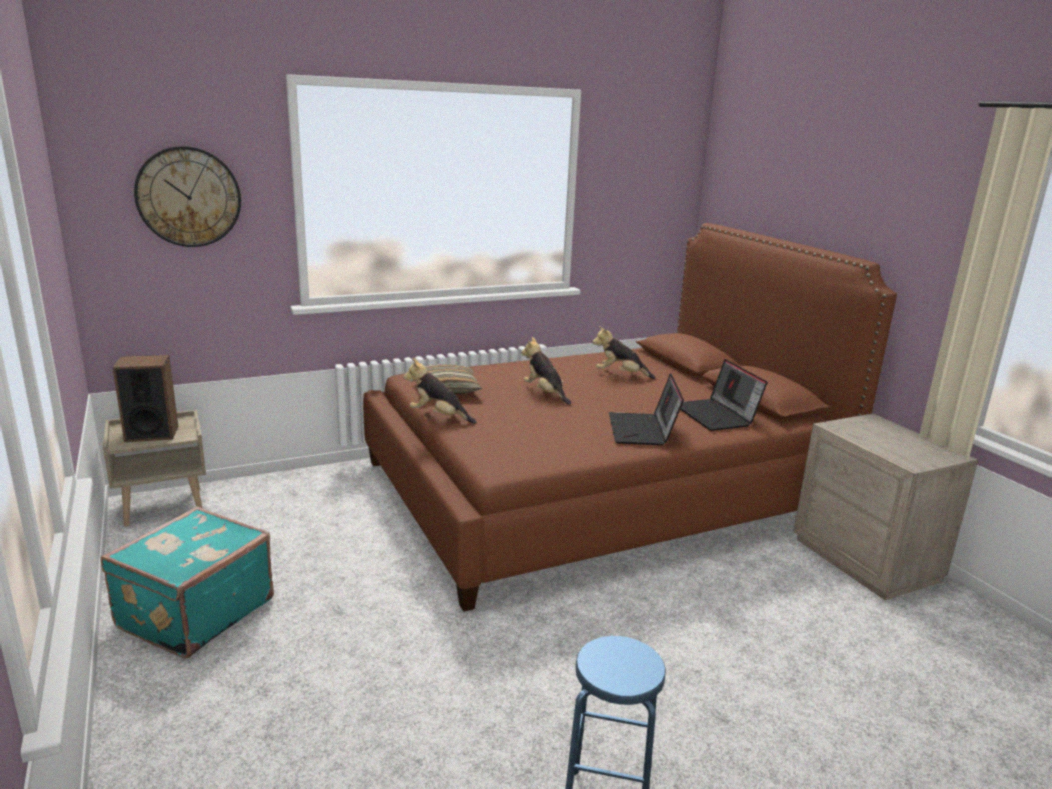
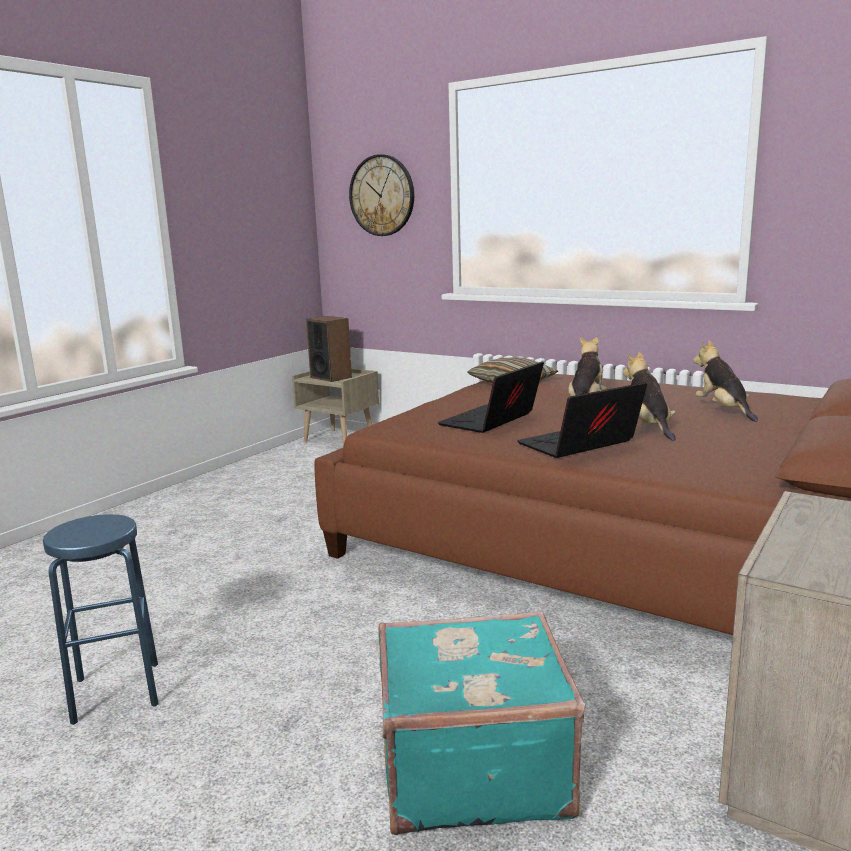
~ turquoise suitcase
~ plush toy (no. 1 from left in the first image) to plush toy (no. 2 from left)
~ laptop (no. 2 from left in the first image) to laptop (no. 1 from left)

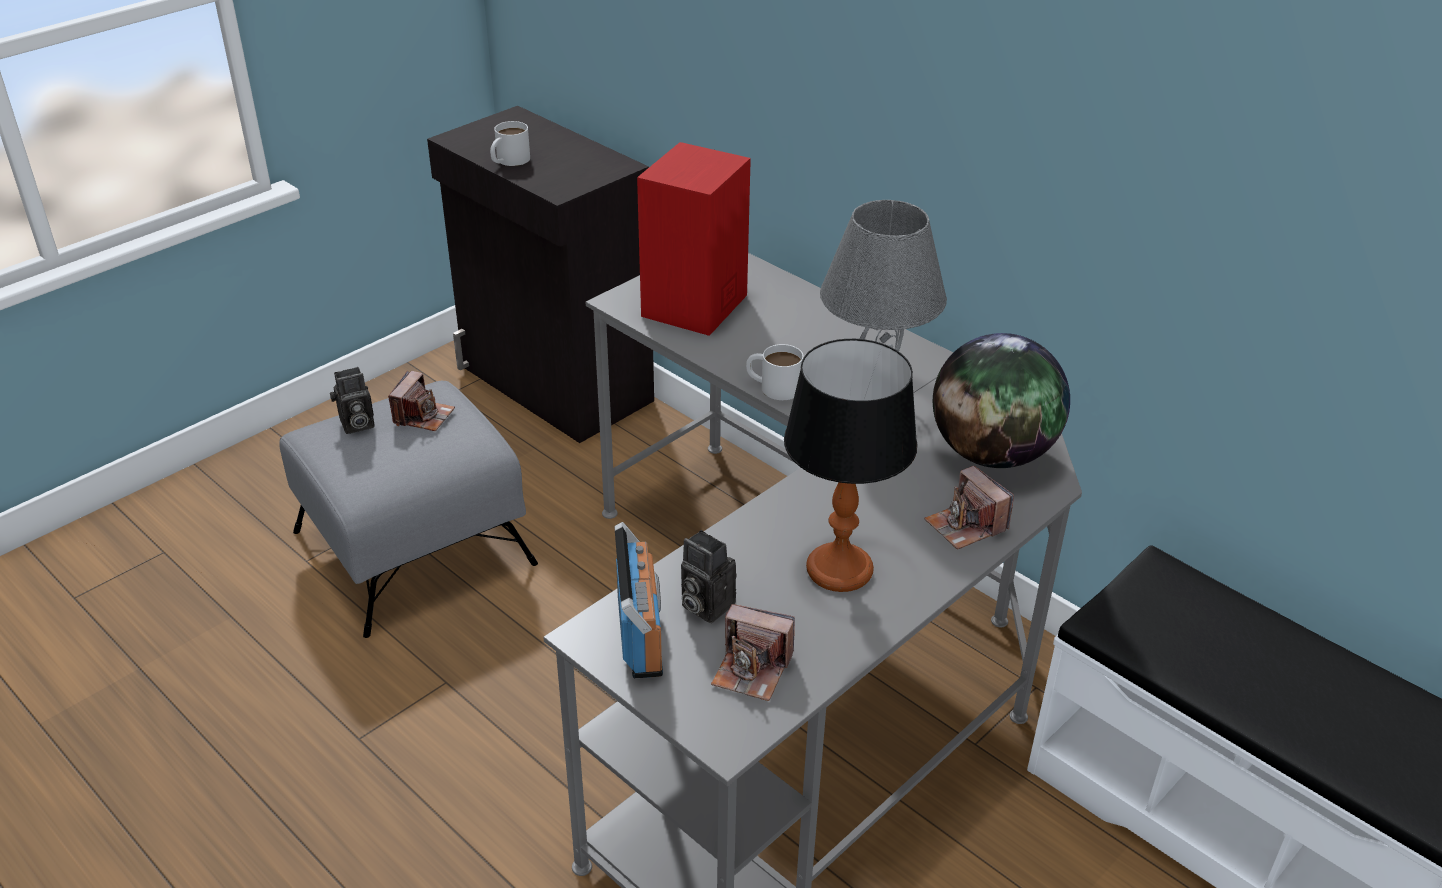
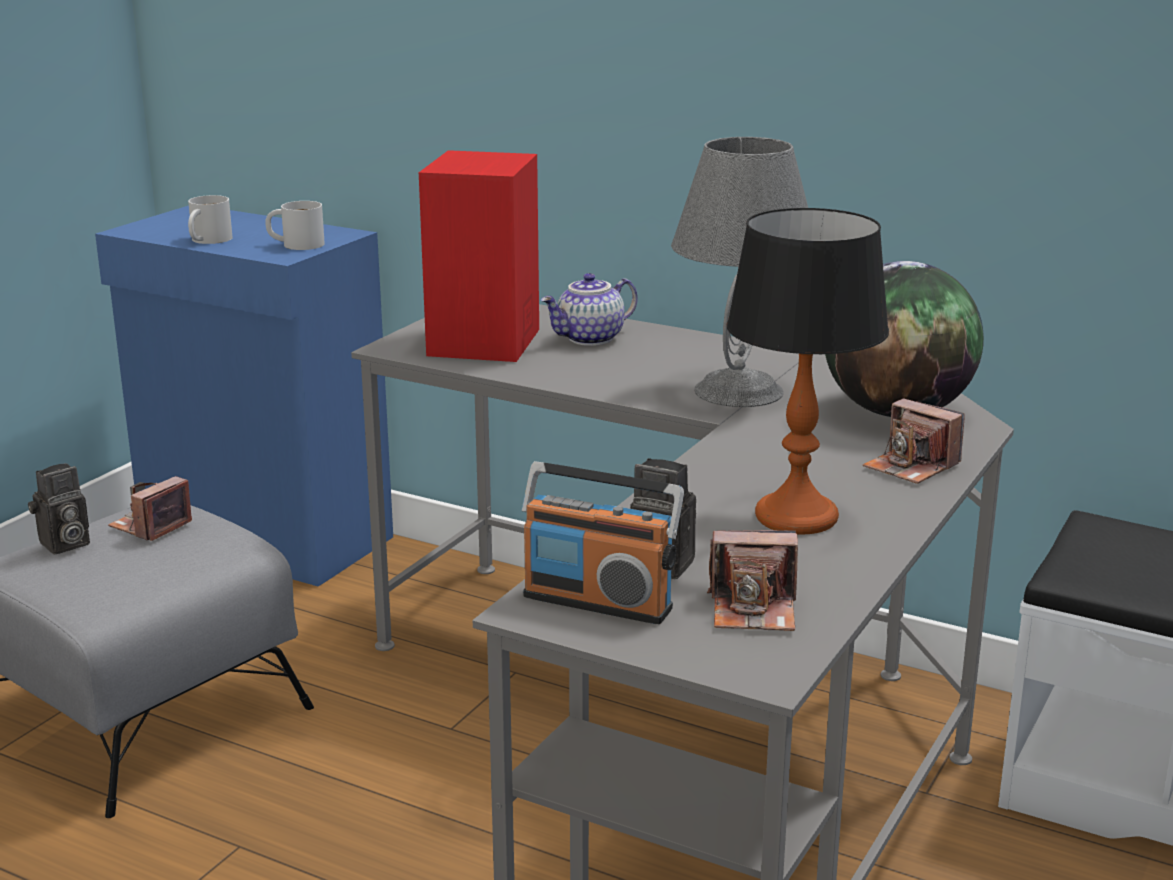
+ teapot
~ white mug (no. 2 from left)
~ black cabinet to blue cabinet
~ photo camera (no. 2 from left) 150 degrees counterclockwise
~ radio 135 degrees clockwise

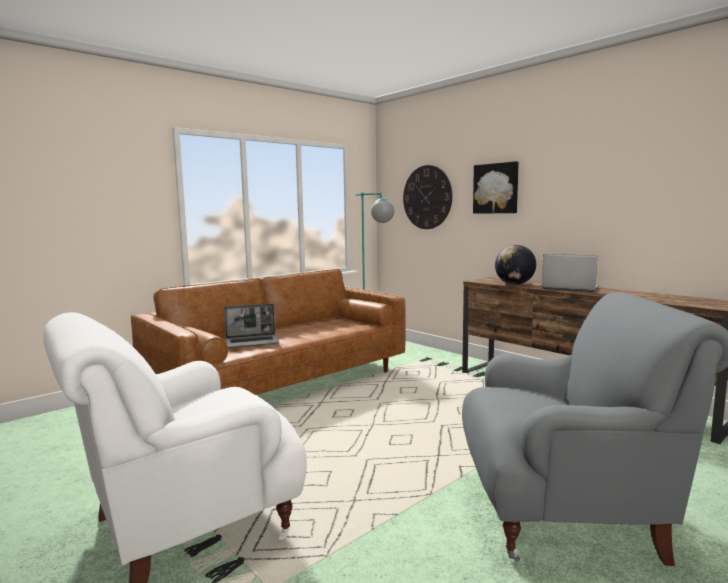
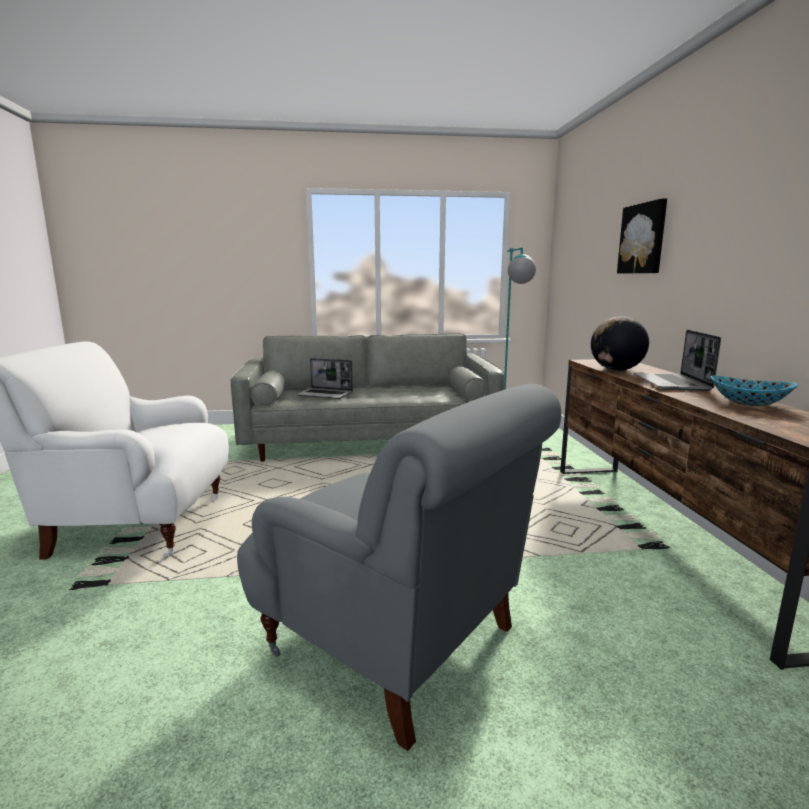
- wall clock
+ bowl
~ brown sofa to grey sofa
~ laptop (no. 2 from left) 150 degrees counterclockwise

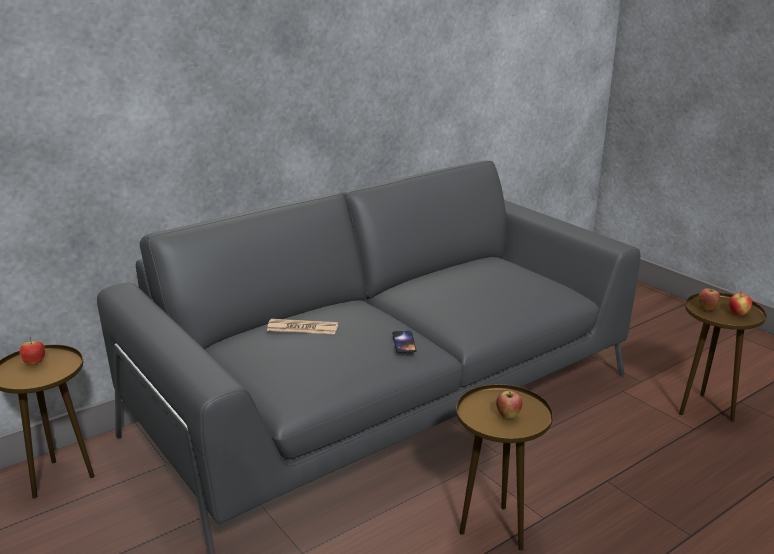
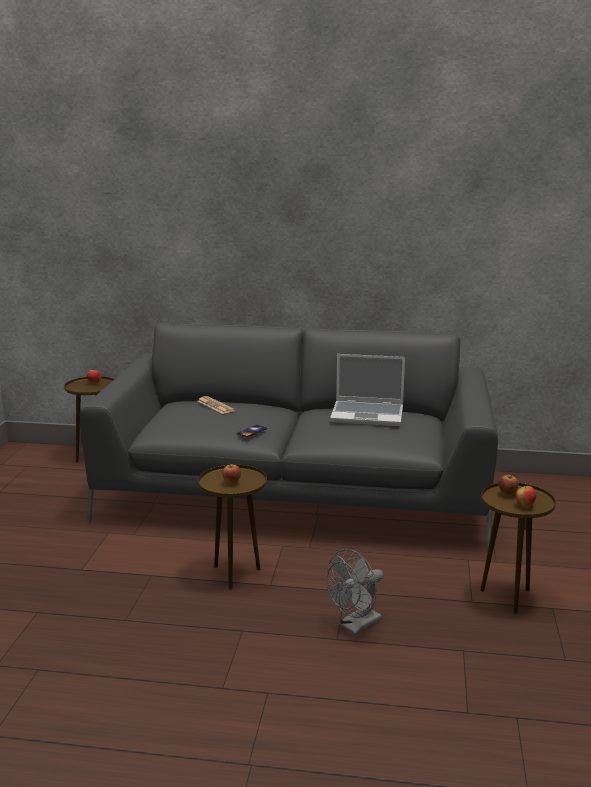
+ grey fan
+ laptop

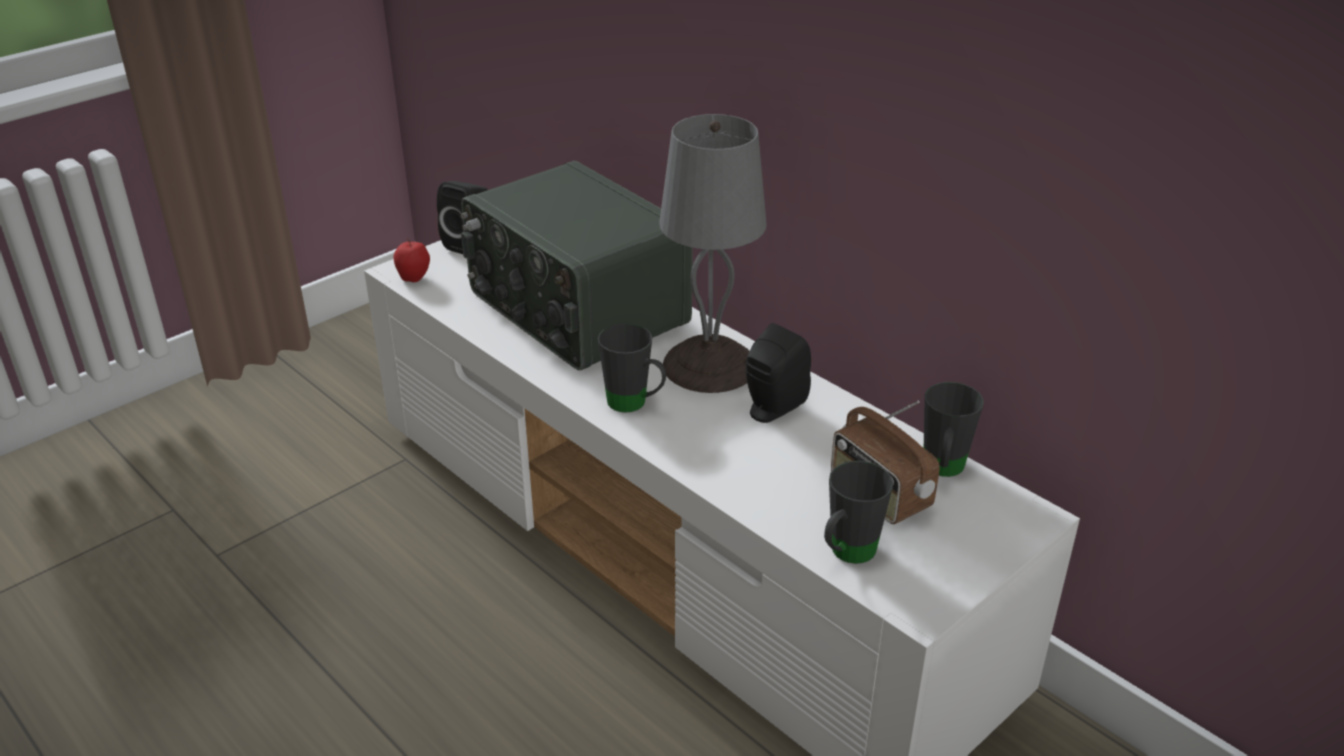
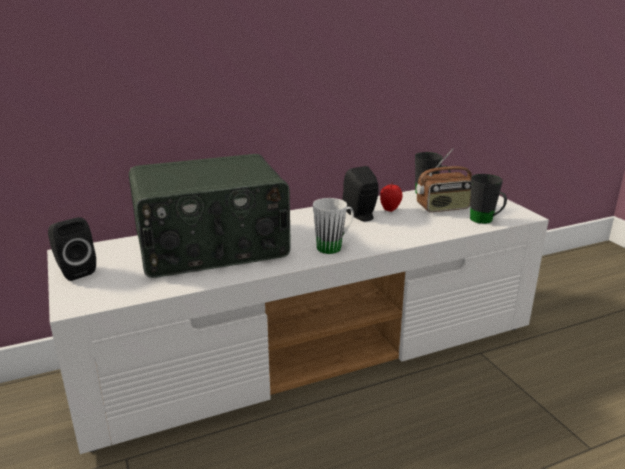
- grey table lamp
~ apple
~ black mug (no. 1 from left) to white mug

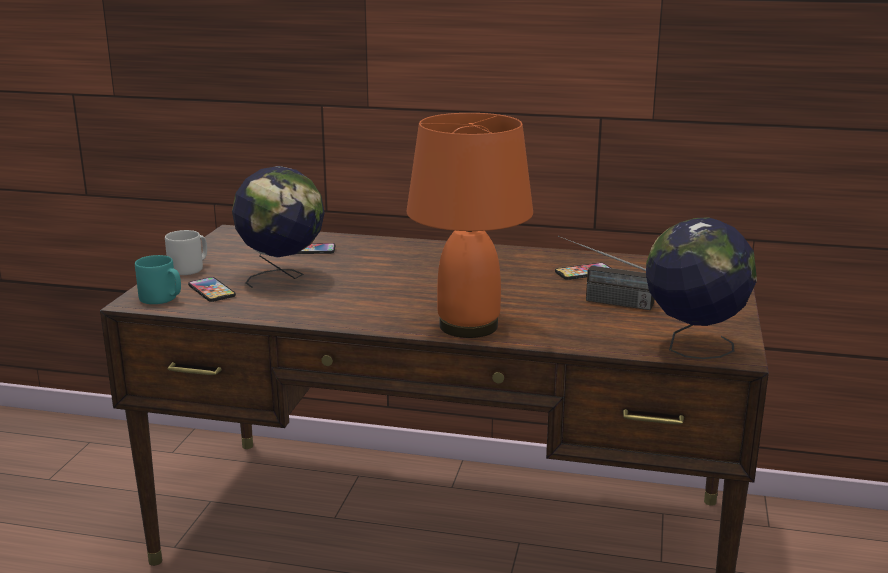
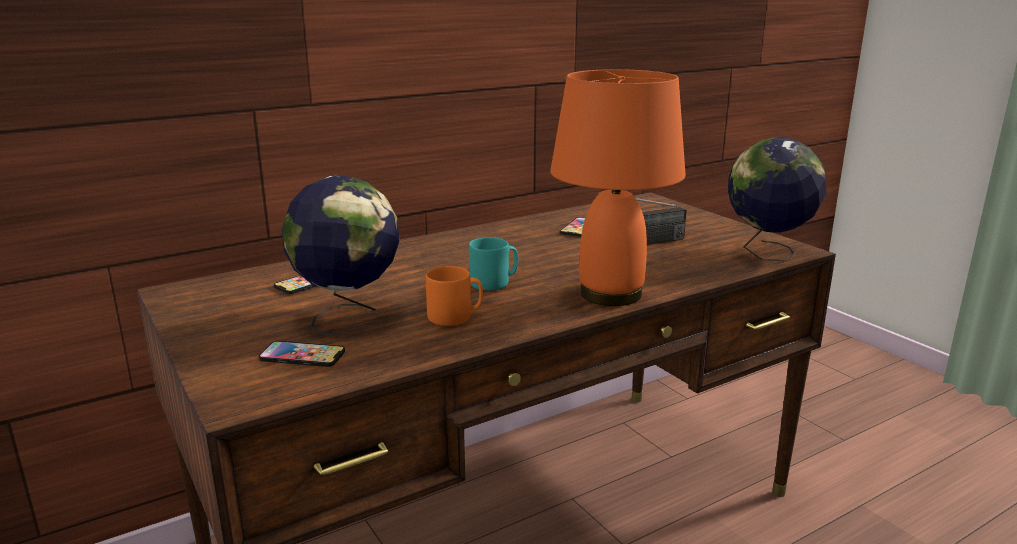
- grey mug
+ orange mug
~ turquoise mug

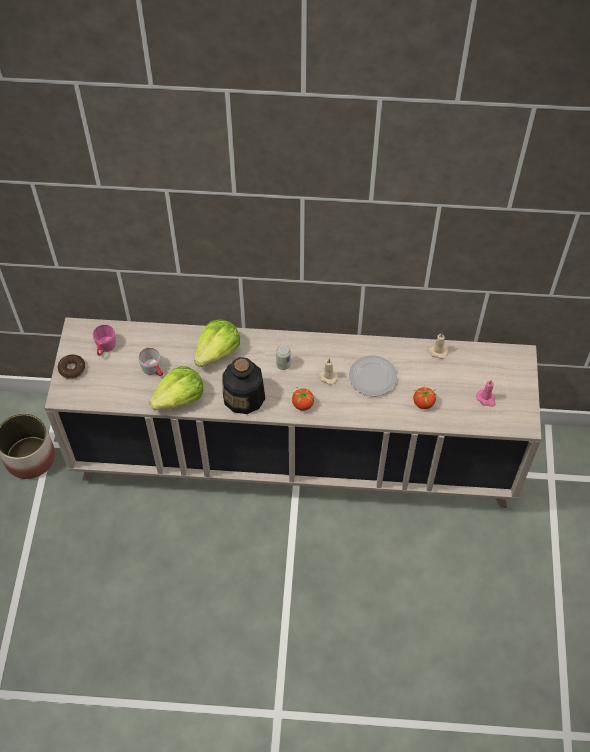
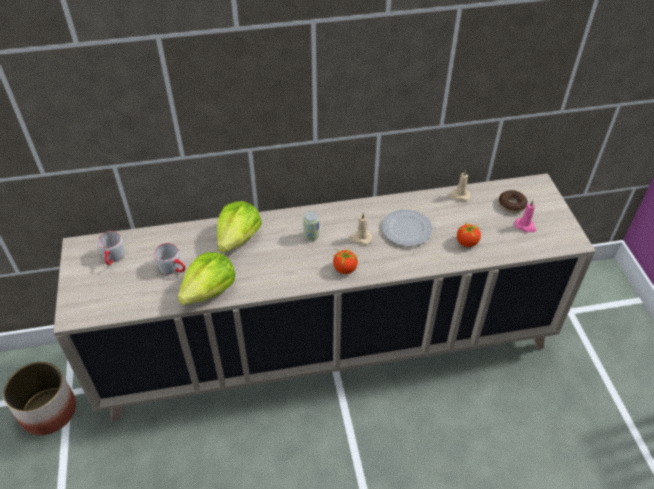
- bottle
~ donut
~ pink mug to grey mug (no. 1 from left)

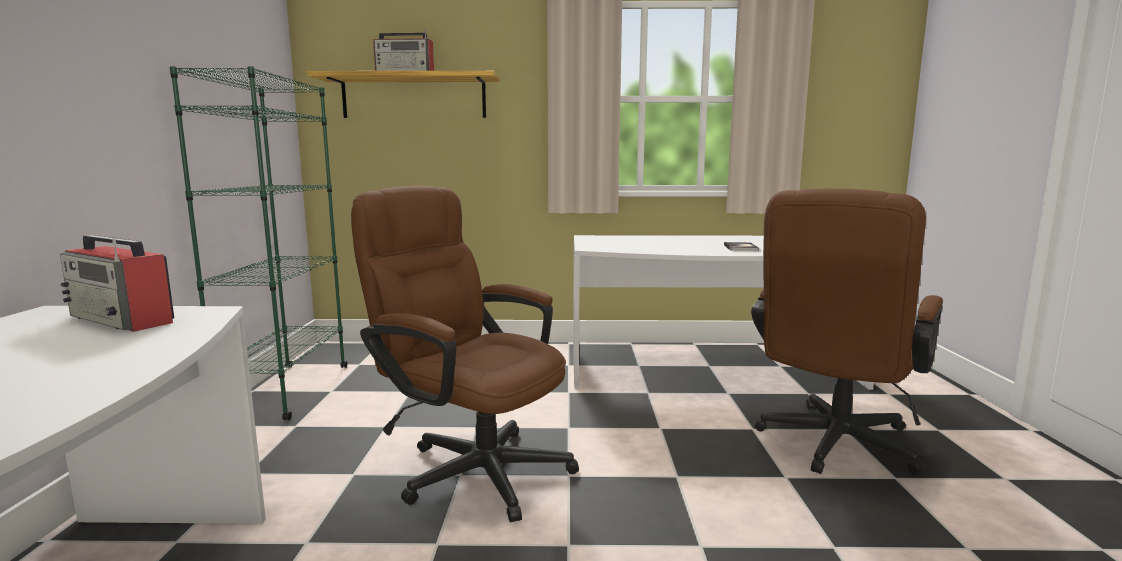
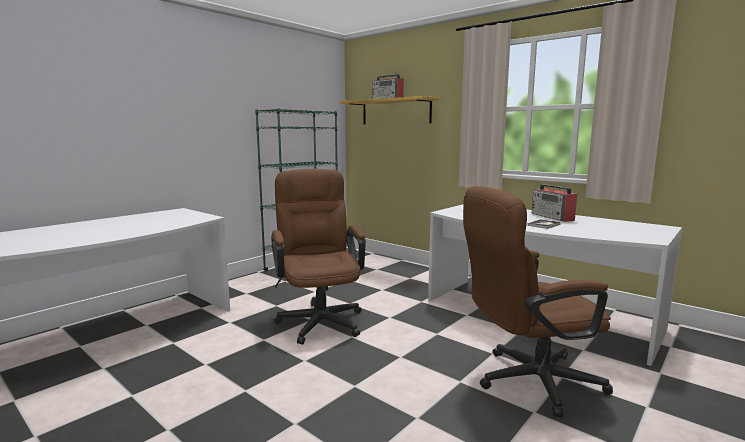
~ radio (no. 1 from left in the first image) to radio (no. 2 from left)

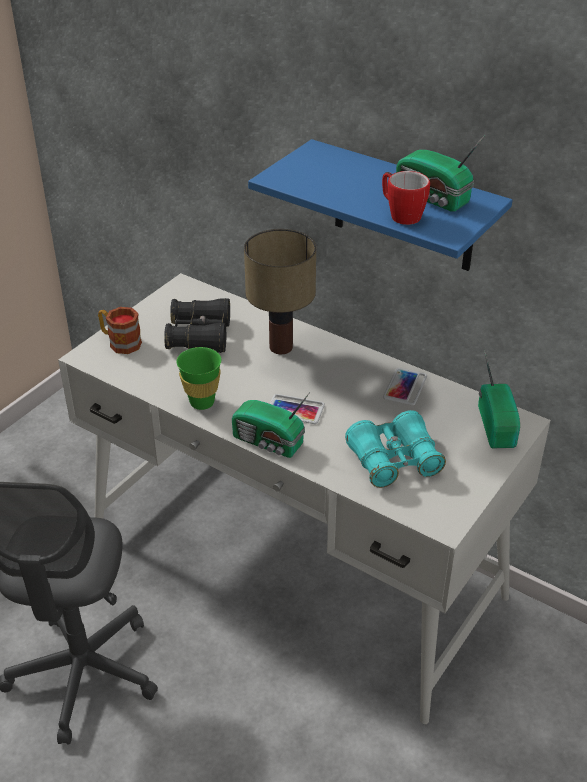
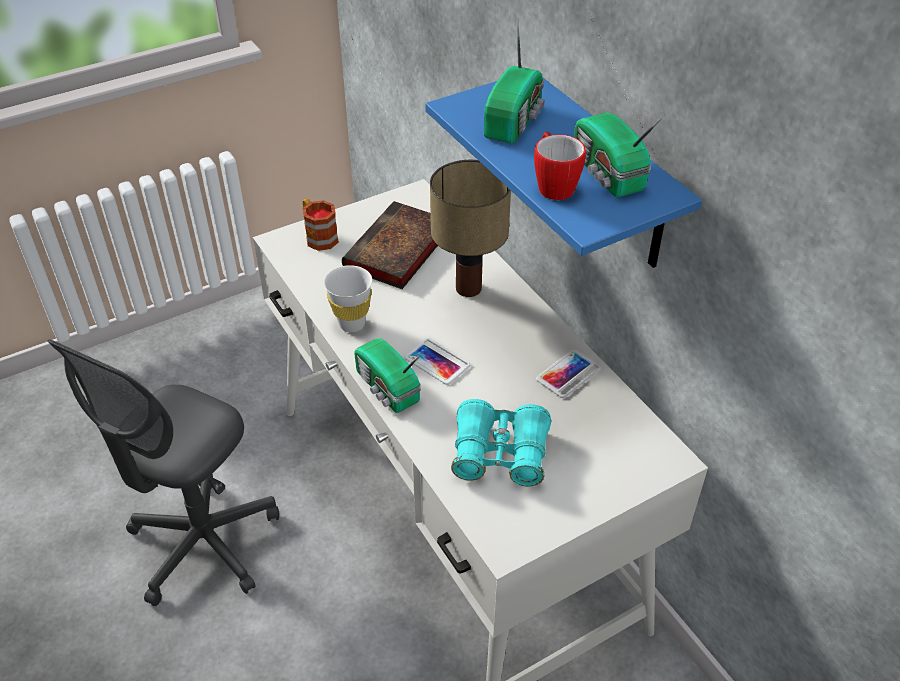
~ radio (no. 3 from left in the first image) to radio (no. 2 from left)
~ black binoculars to book
~ green cup to white cup

